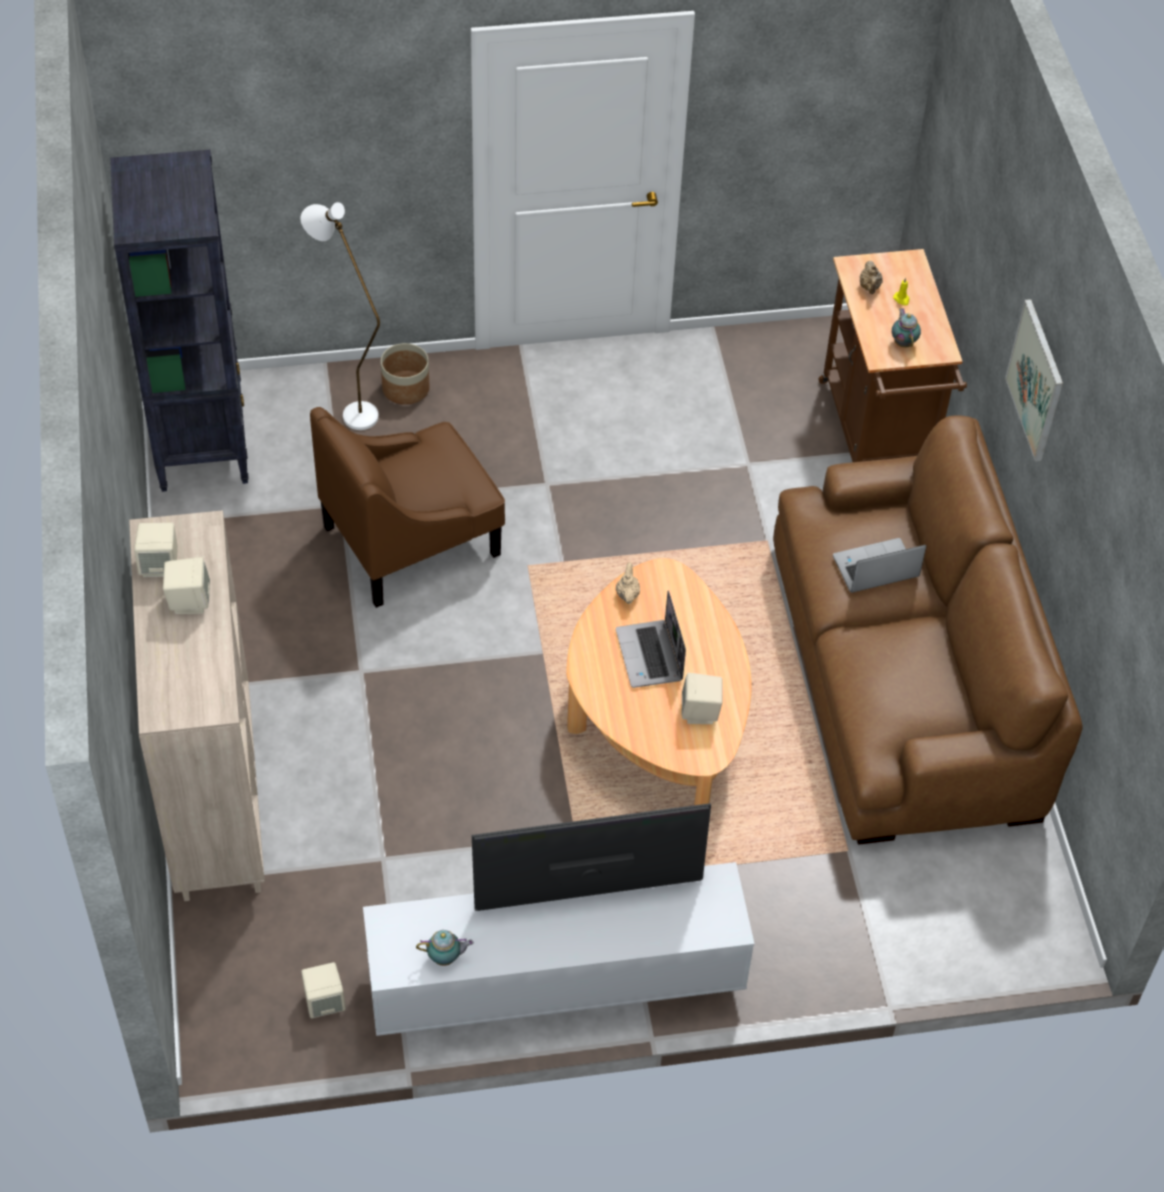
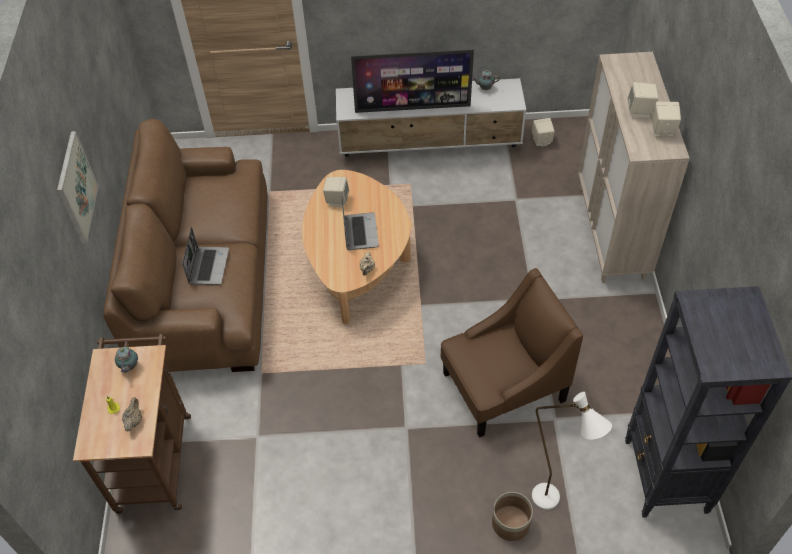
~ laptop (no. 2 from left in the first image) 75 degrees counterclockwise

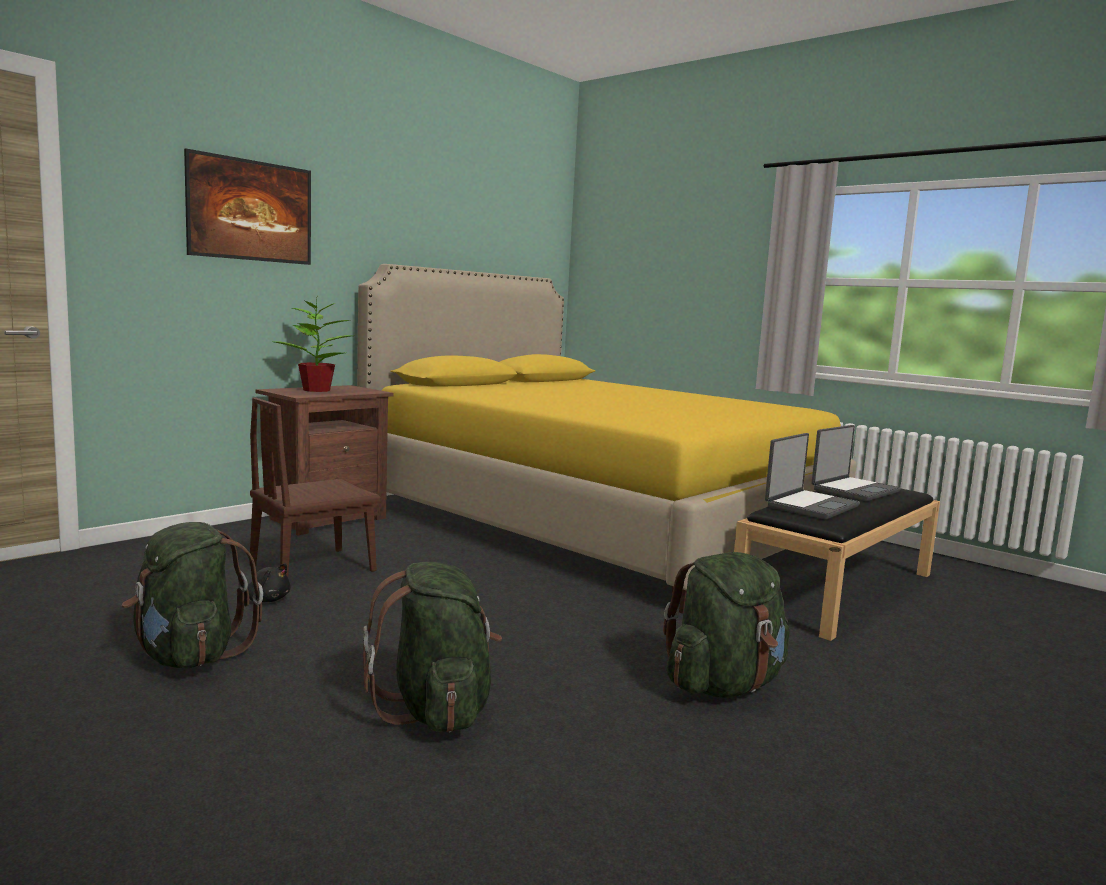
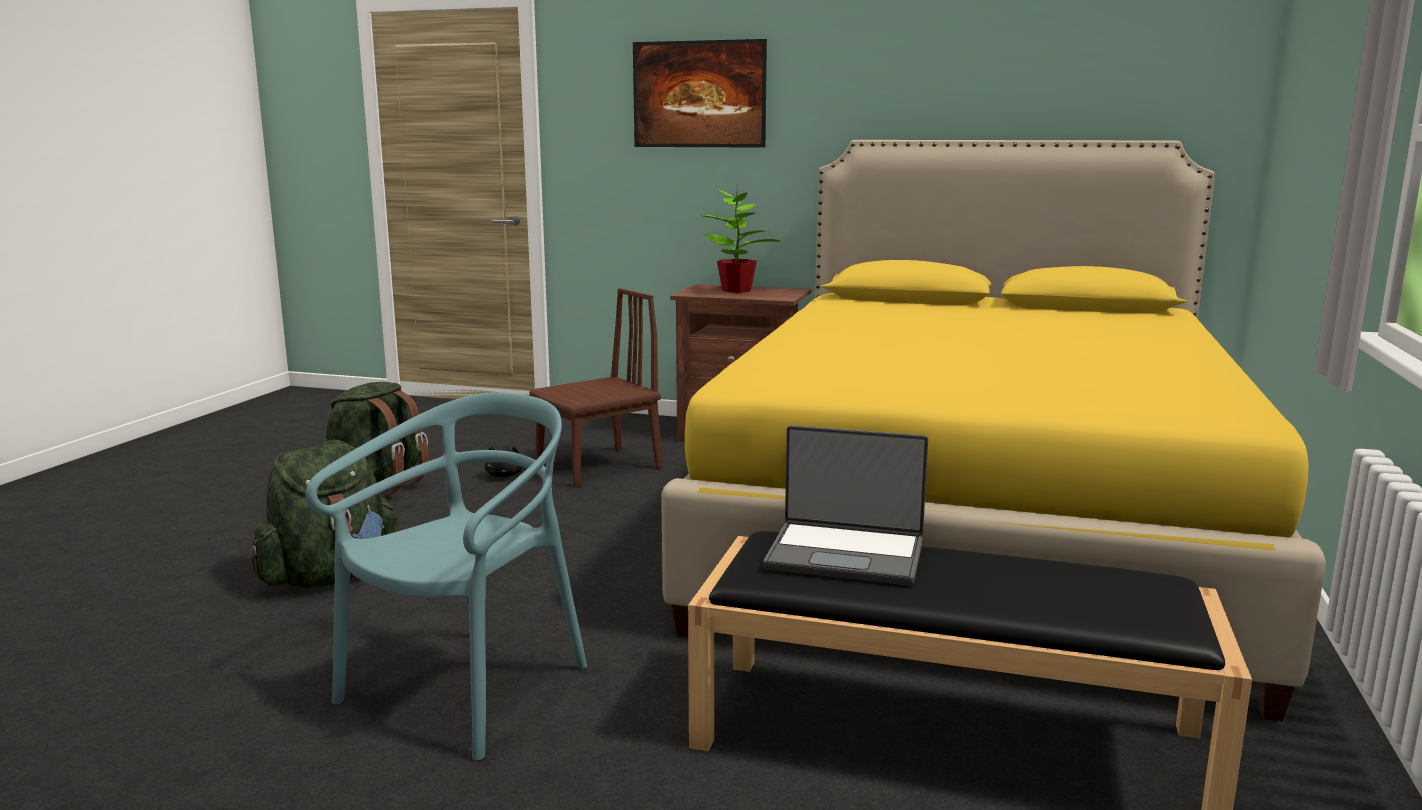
- laptop (no. 2 from left)
~ green backpack (no. 3 from left) to turquoise chair
~ brown chair 120 degrees clockwise

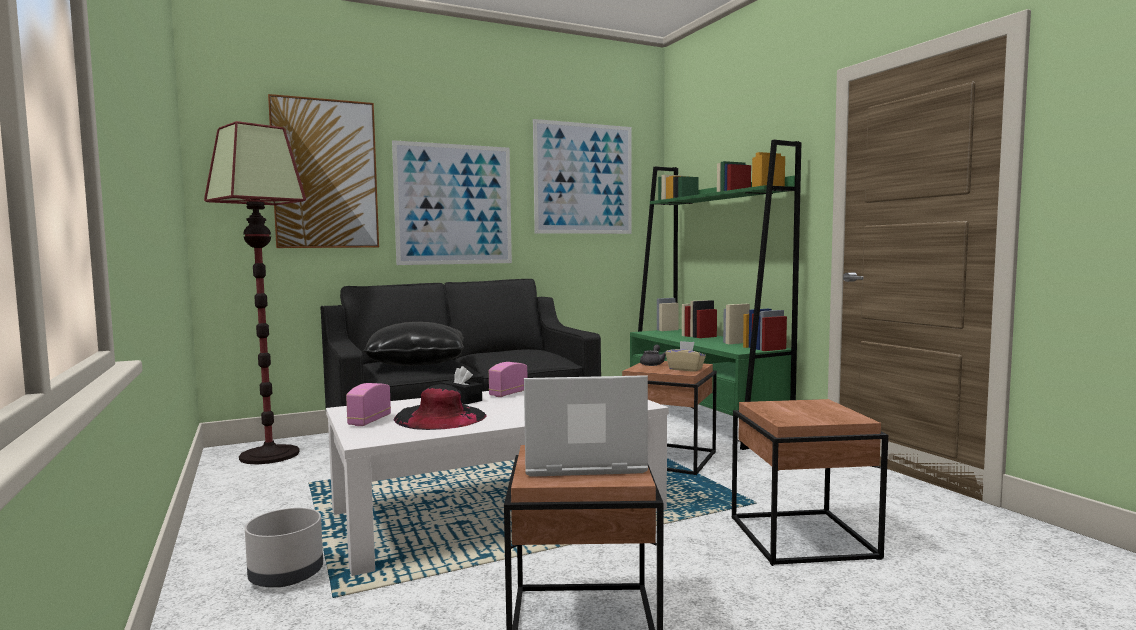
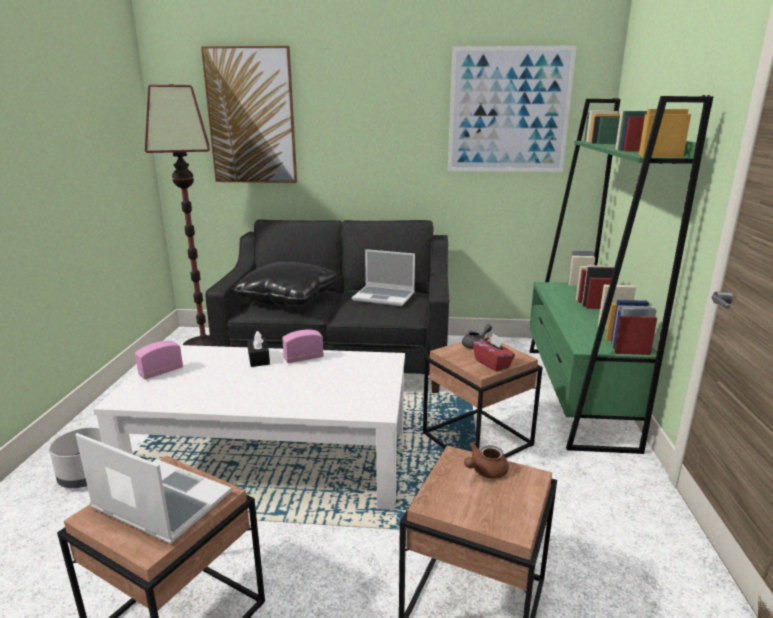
- picture (no. 2 from left)
- black hat
+ laptop (no. 2 from left)
+ brown teapot
~ beige tissue box to red tissue box

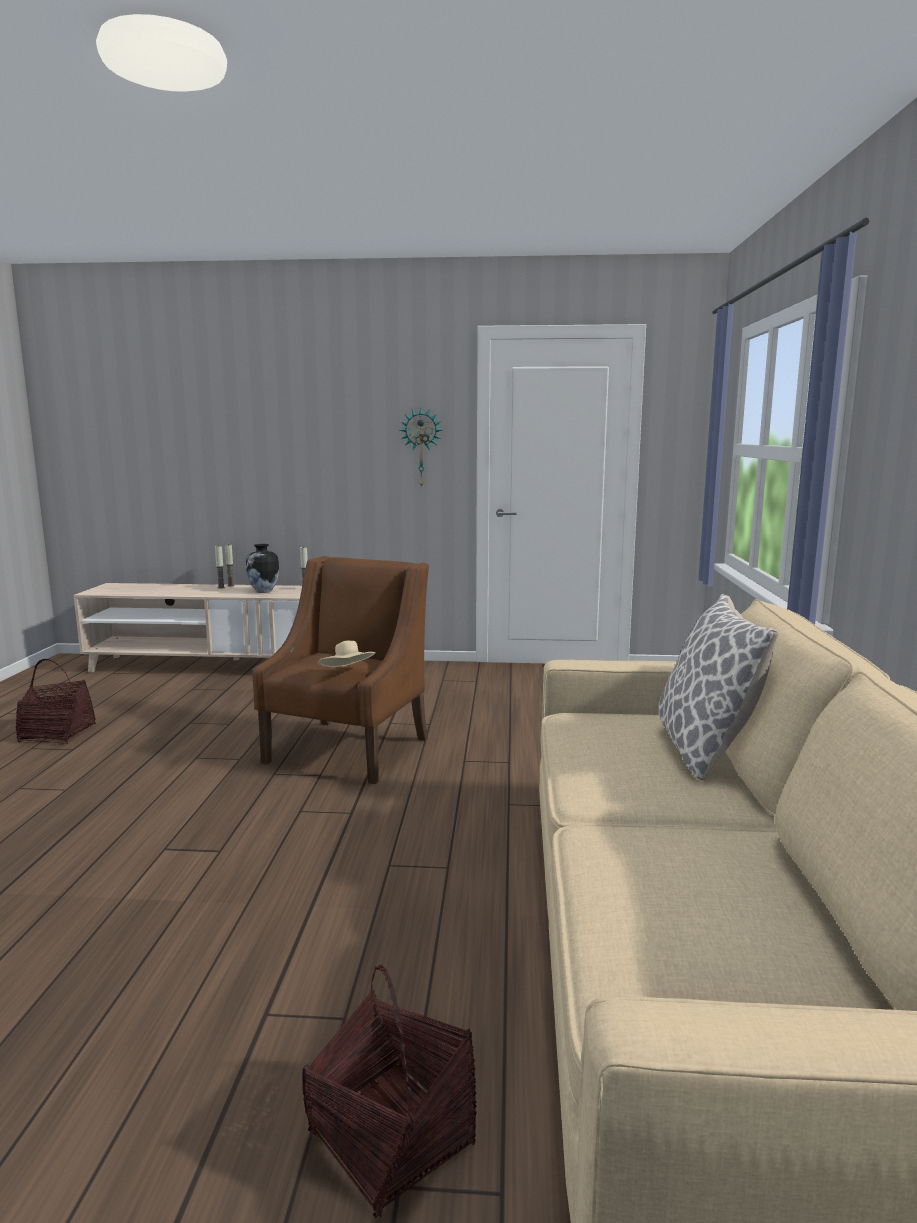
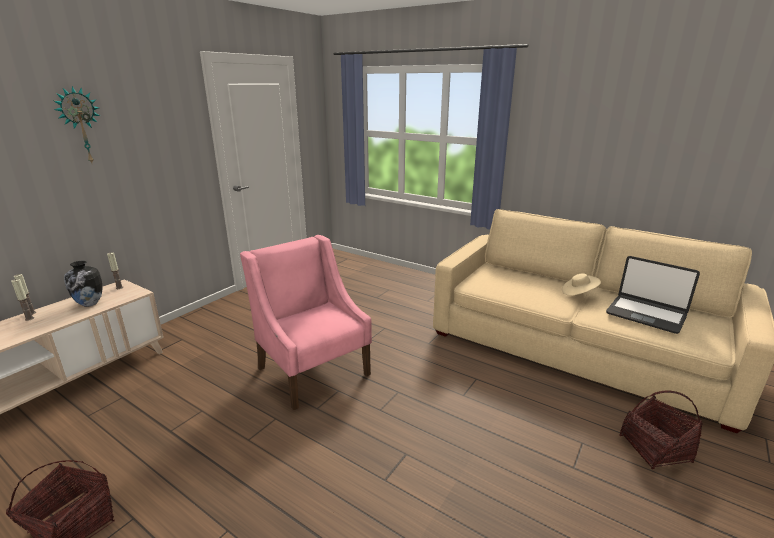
- pillow
+ laptop
~ beige hat
~ wall clock
~ brown armchair to pink armchair

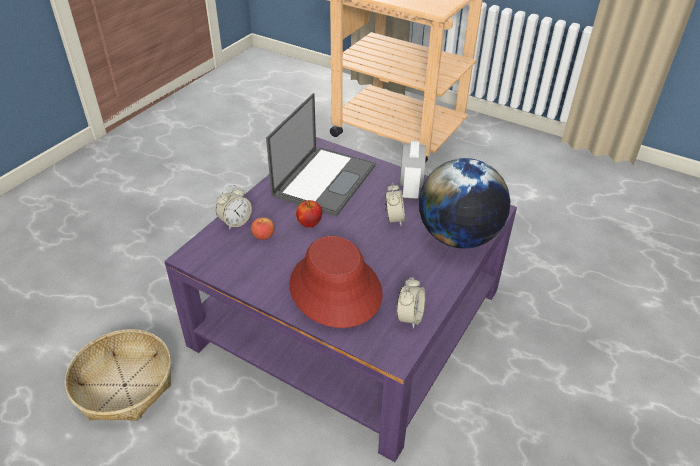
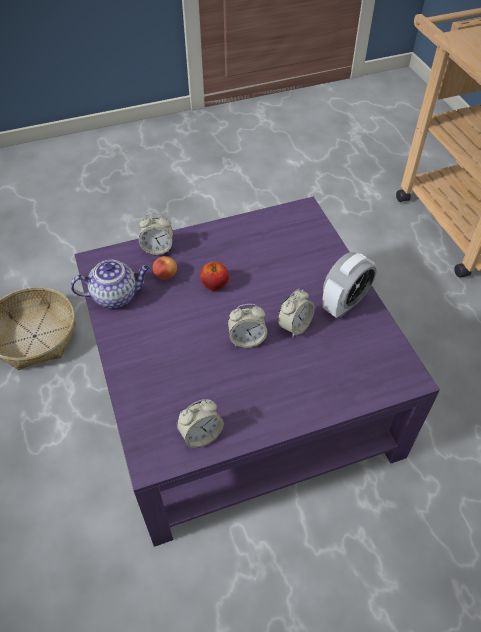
- laptop
- red hat
- globe
+ teapot
+ alarm clock (no. 3 from left)

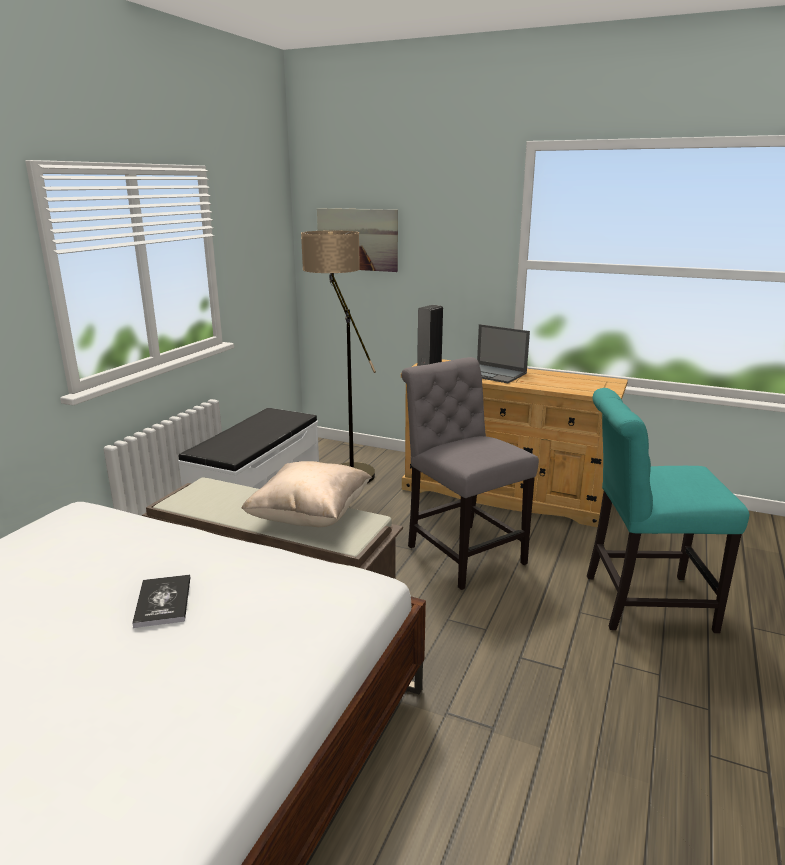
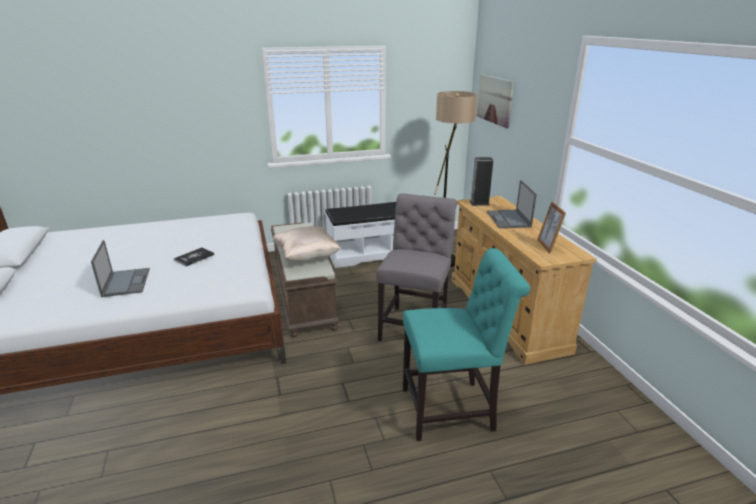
+ laptop (no. 1 from left)
+ picture frame
~ turquoise chair 120 degrees clockwise

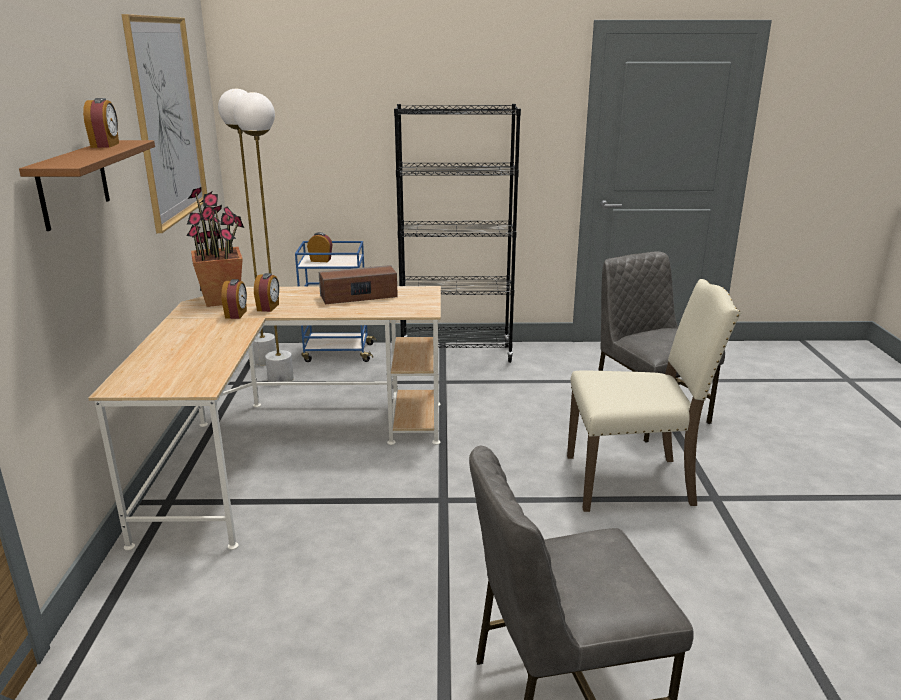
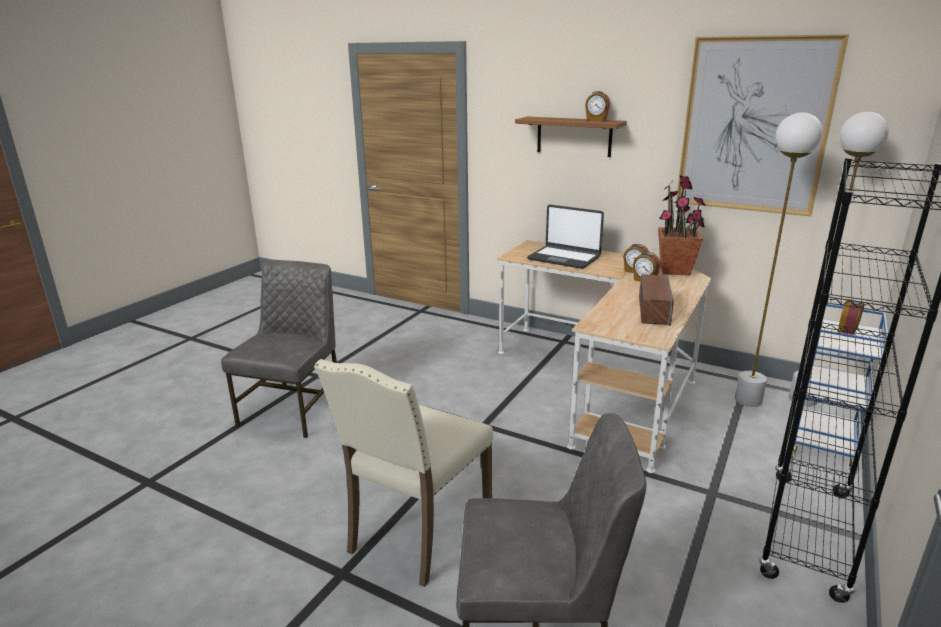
+ laptop

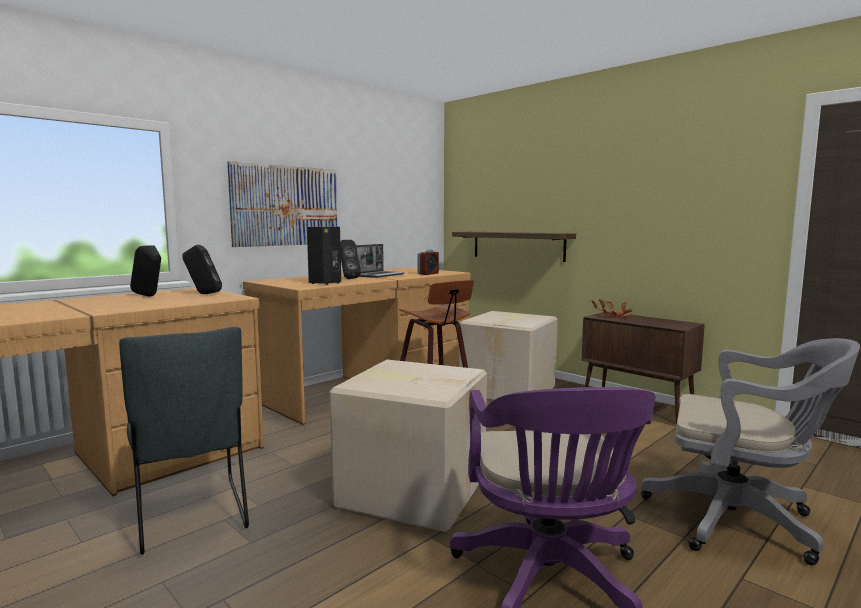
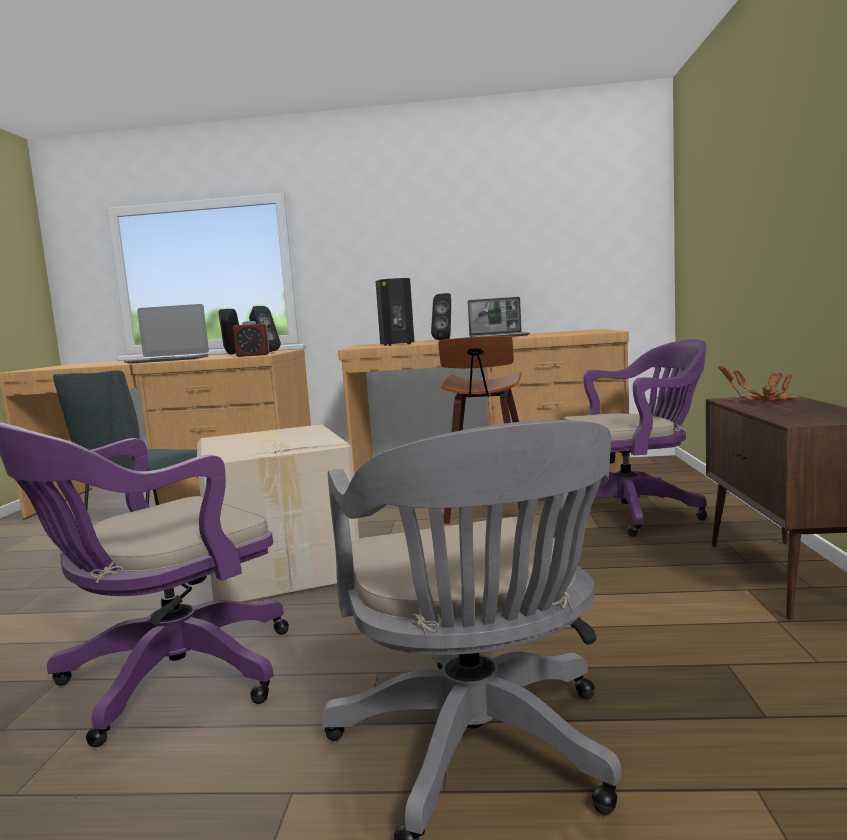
- picture
- shelf
+ laptop (no. 1 from left)
~ alarm clock
~ cardboard box (no. 2 from left) to purple office chair (no. 2 from left)

